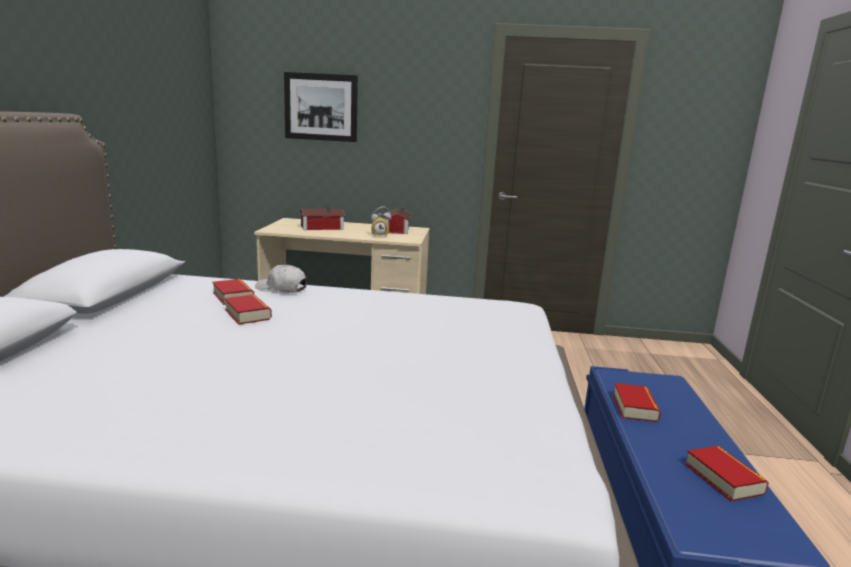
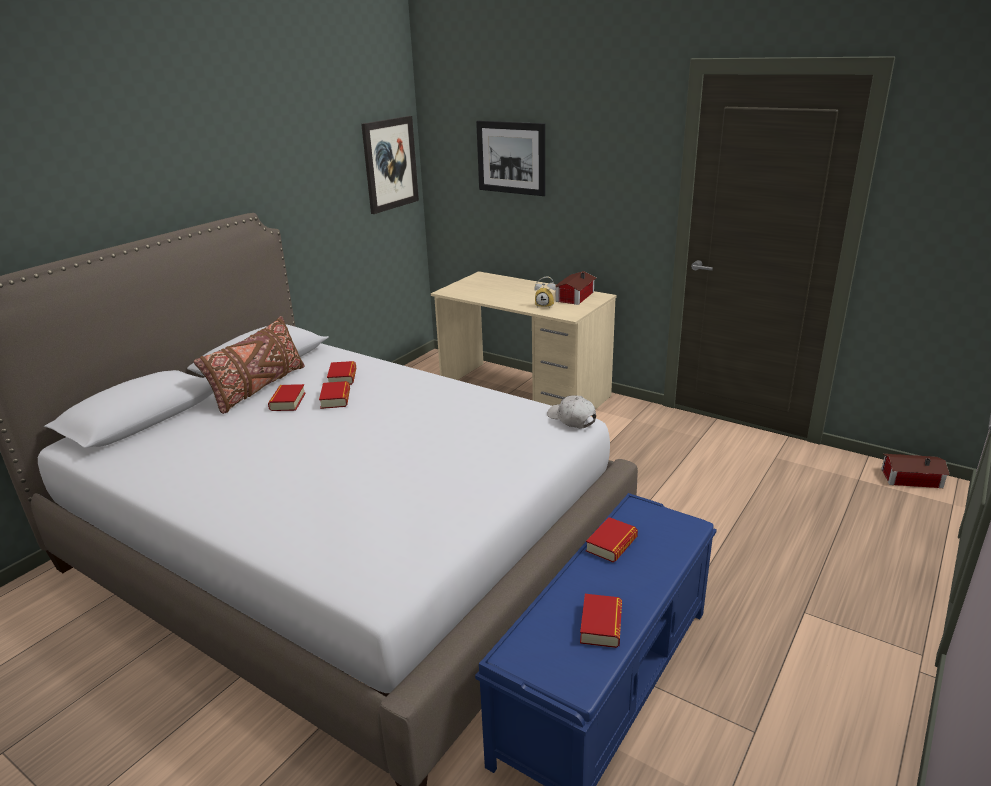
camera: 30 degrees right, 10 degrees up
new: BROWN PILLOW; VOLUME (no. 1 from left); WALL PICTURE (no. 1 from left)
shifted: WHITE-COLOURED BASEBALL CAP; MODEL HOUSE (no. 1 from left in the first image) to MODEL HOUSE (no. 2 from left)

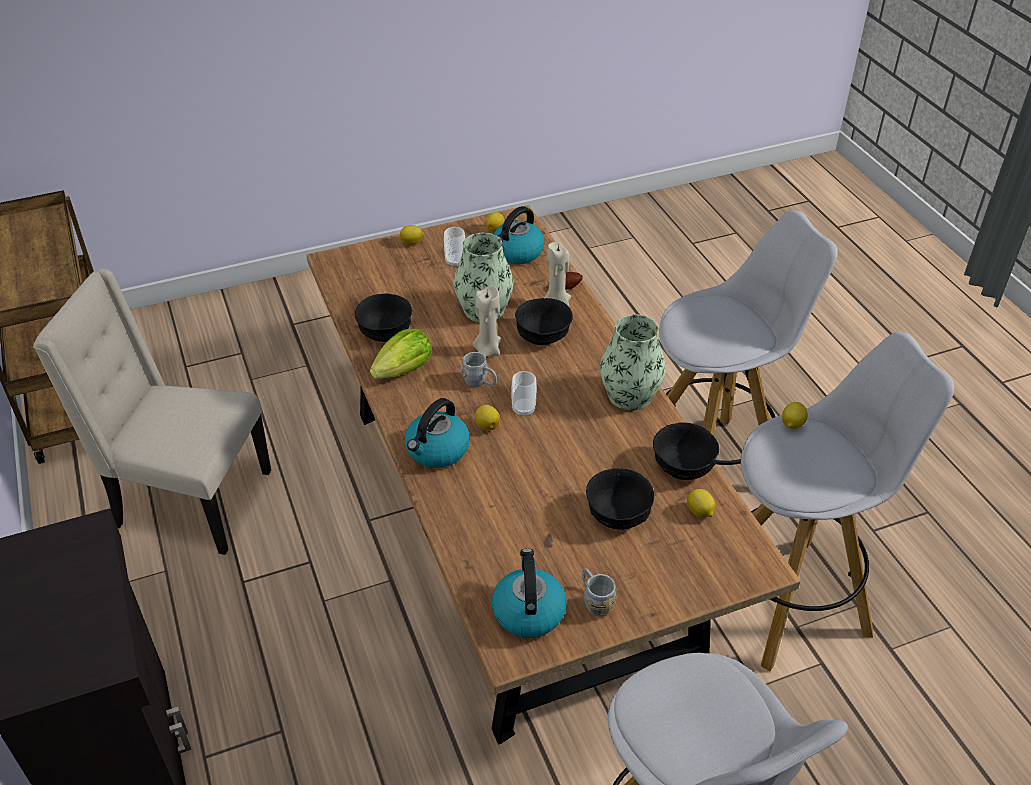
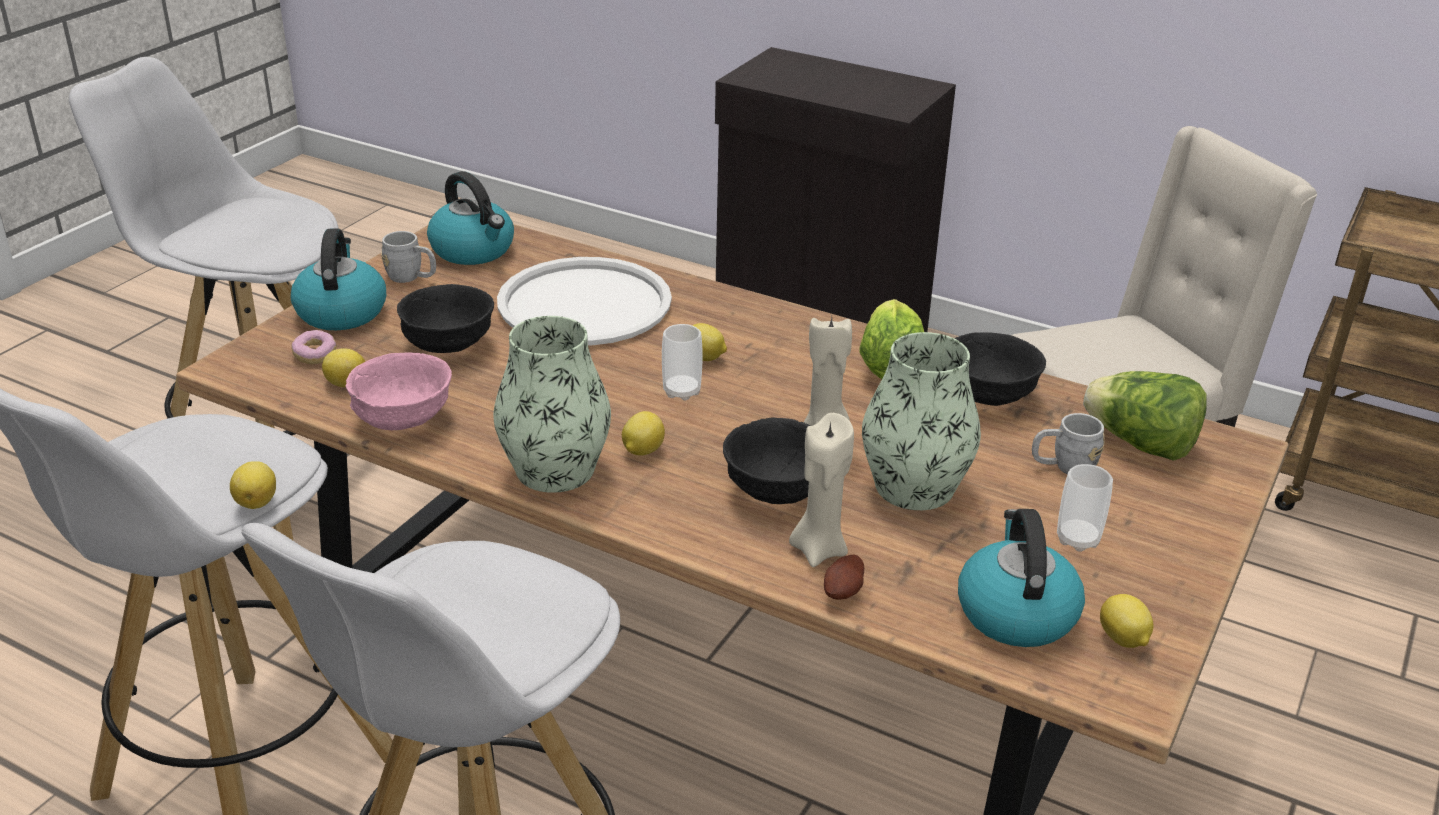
camera: 140 degrees right, 10 degrees down
new: RING DOUGHNUT; WHITE-COLOURED SERVING TRAY; HEAD OF LETTUCE (no. 2 from left)
shifted: TEA KETTLE (no. 1 from left); WHOLE LEMON (no. 1 from left in the first image) to WHOLE LEMON (no. 3 from left); GREYISH TEA MUG (no. 1 from left in the first image) to GREYISH TEA MUG (no. 2 from left)
repainted: BLACK-COLOURED SERVING BOWL (no. 4 from left) to PINK-COLOURED SERVING BOWL

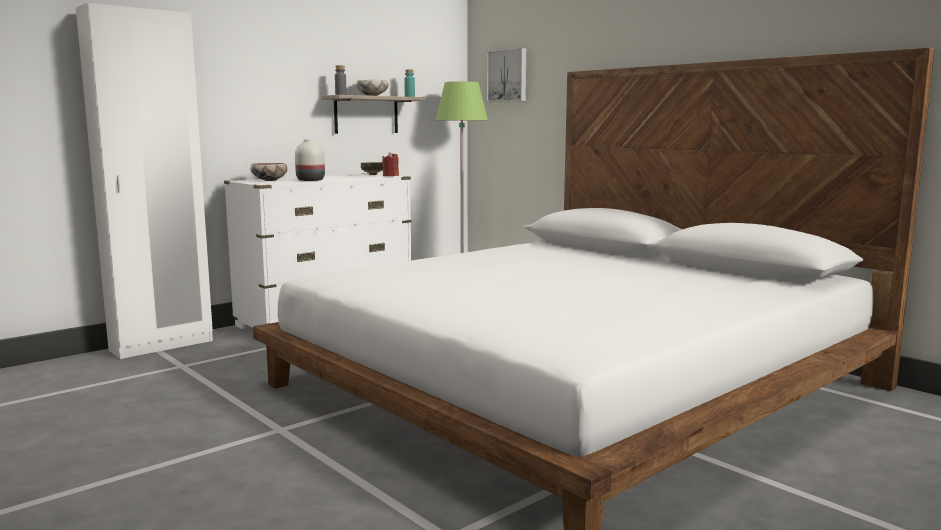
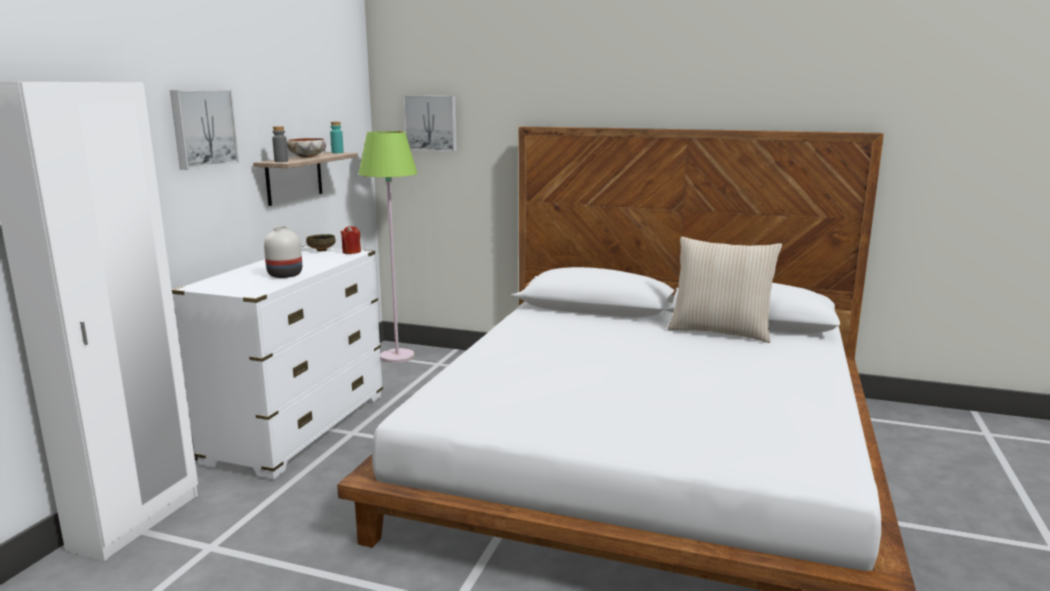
camera: 30 degrees left, 5 degrees up
gone: SERVING BOWL (no. 1 from left)
new: WALL PICTURE (no. 1 from left); SAND-COLOURED PILLOW

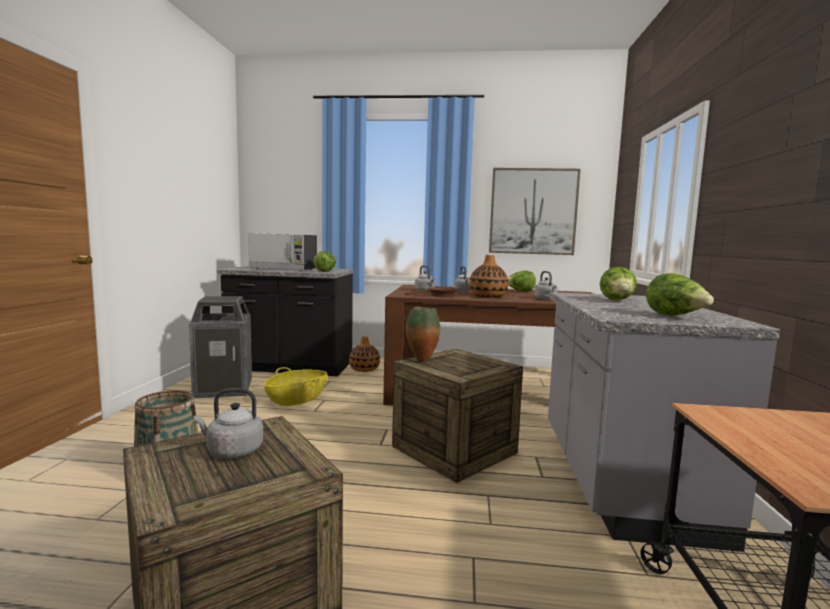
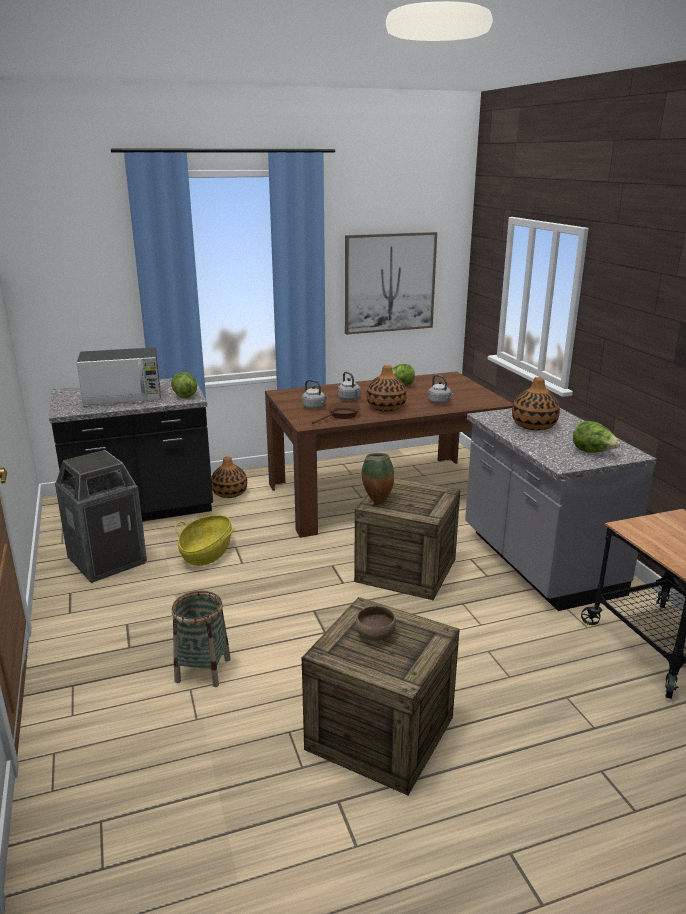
camera: 25 degrees left, 15 degrees up
swapped: GREYISH TEA KETTLE (no. 1 from left) to BROWN SERVING BOWL; HEAD OF LETTUCE (no. 3 from left) to FLOWER VASE (no. 4 from left)

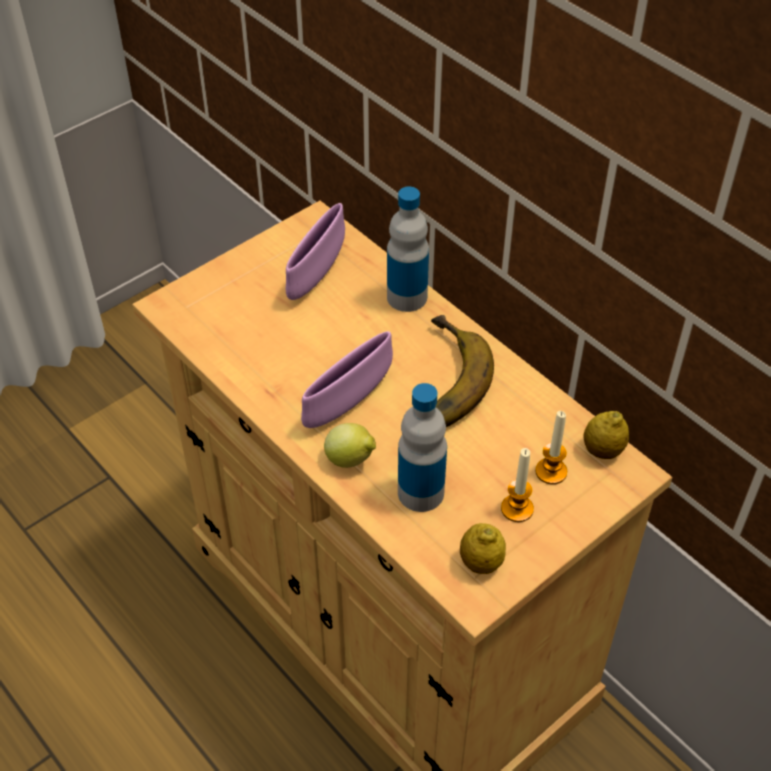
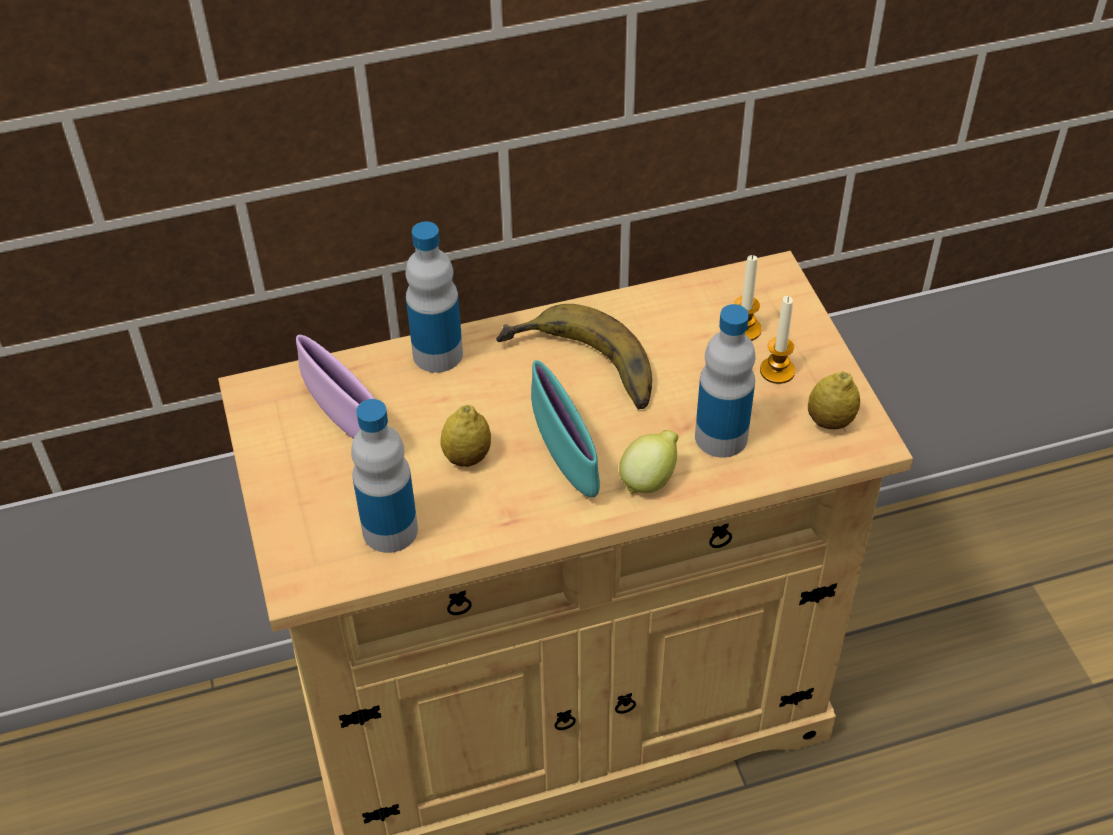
camera: 65 degrees left, 0 degrees up
new: BOTTLE (no. 1 from left)
shifted: WHOLE LEMON (no. 3 from left in the first image) to WHOLE LEMON (no. 1 from left)
repainted: PURPLE SERVING BOWL (no. 2 from left) to BLUE-GREEN SERVING BOWL

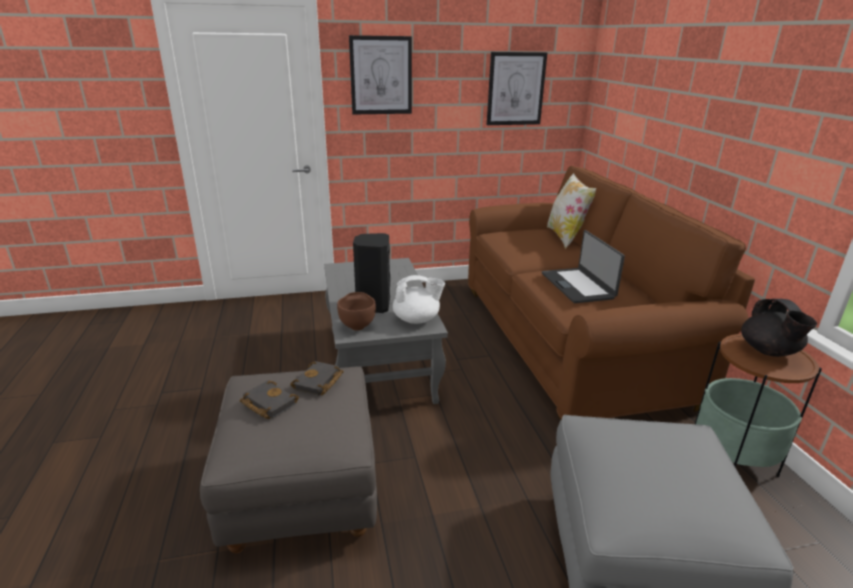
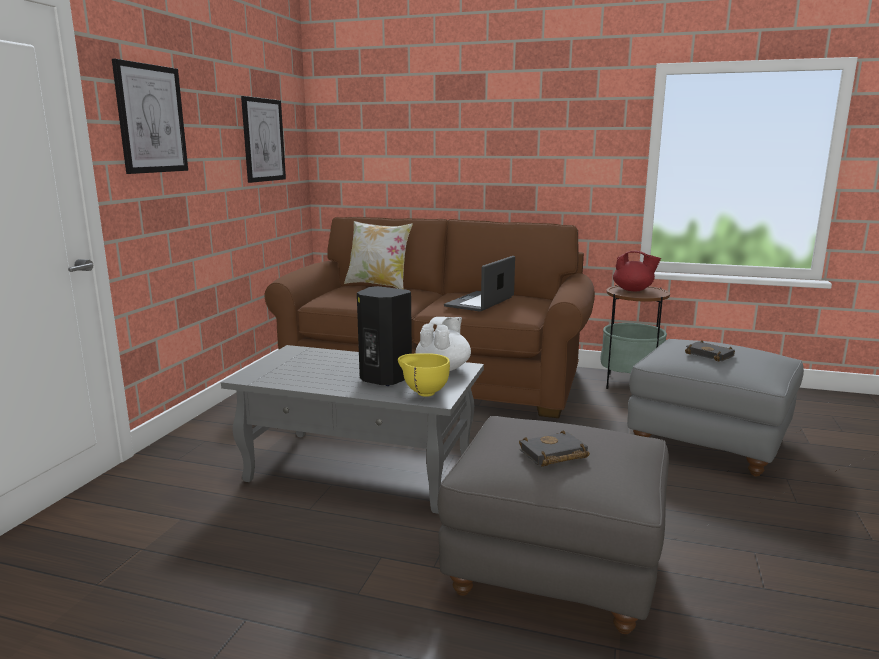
camera: 60 degrees left, 10 degrees down
shifted: BLACK-COLOURED VOLUME (no. 2 from left)
repainted: BROWN SERVING BOWL to YELLOWISH SERVING BOWL; BLACK-COLOURED TEA POT to REDDISH TEA POT
rotated: NOTEBOOK COMPUTER 105 degrees clockwise

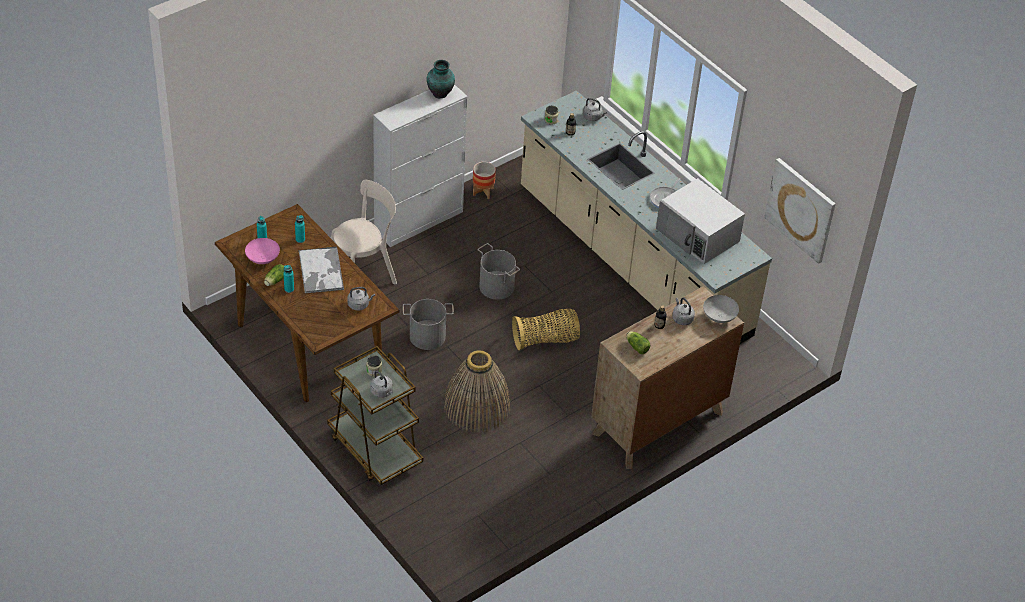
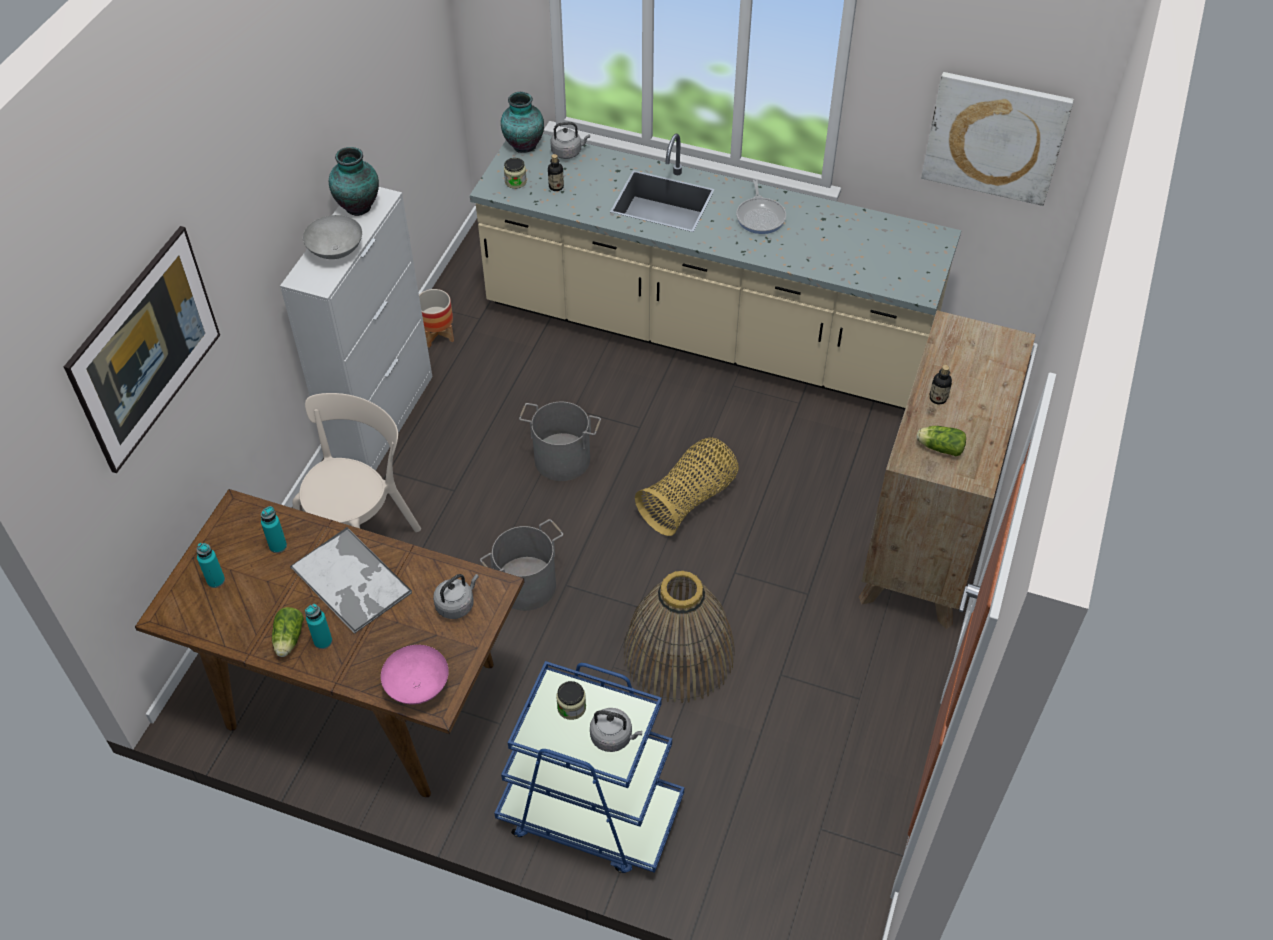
camera: 30 degrees left, 5 degrees up
gone: WHITE-COLOURED MICROWAVE OVEN; GREYISH TEA KETTLE (no. 4 from left)
new: WALL PICTURE (no. 1 from left); FLOWER VASE (no. 2 from left)
shifted: GREYISH SERVING BOWL; PINK-COLOURED SERVING BOWL
repainted: BROWN CART to BLUE CART

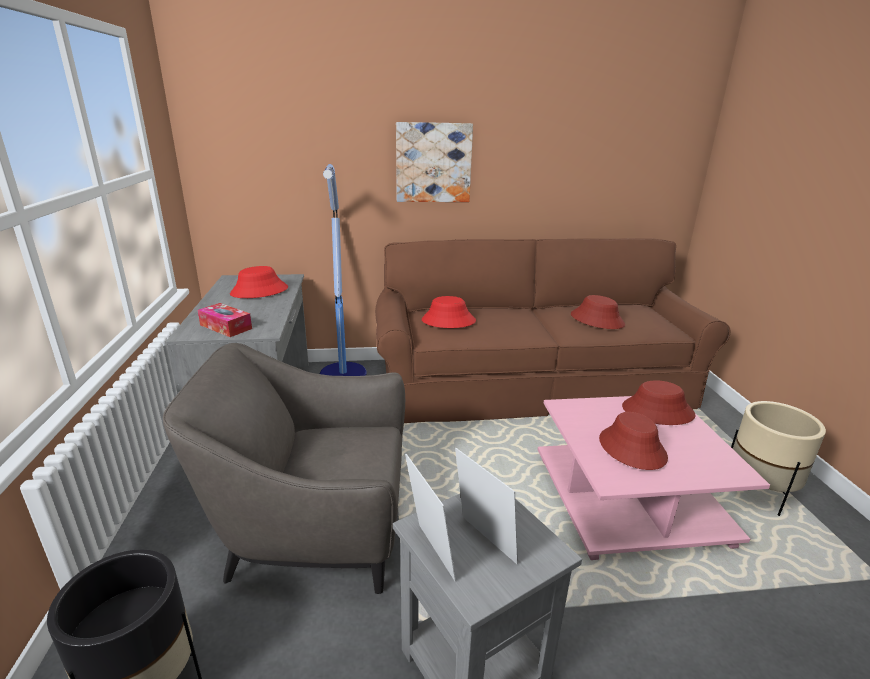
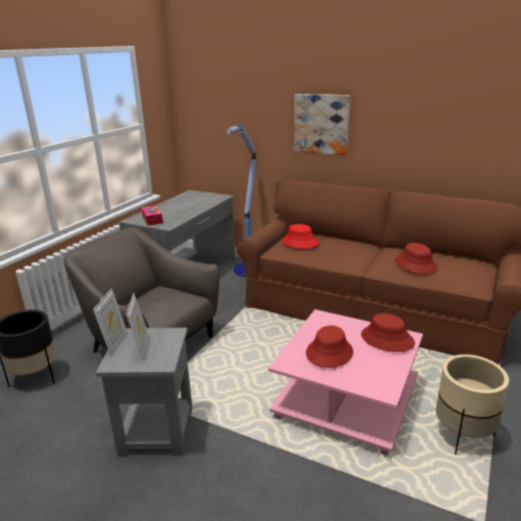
camera: 35 degrees right, 0 degrees up
gone: REDDISH HAT (no. 1 from left)

